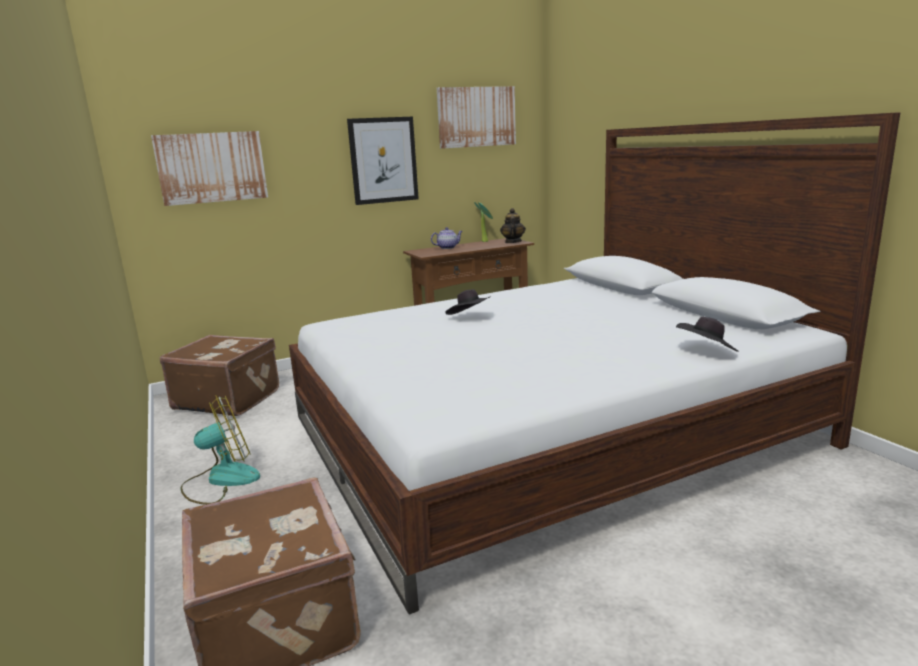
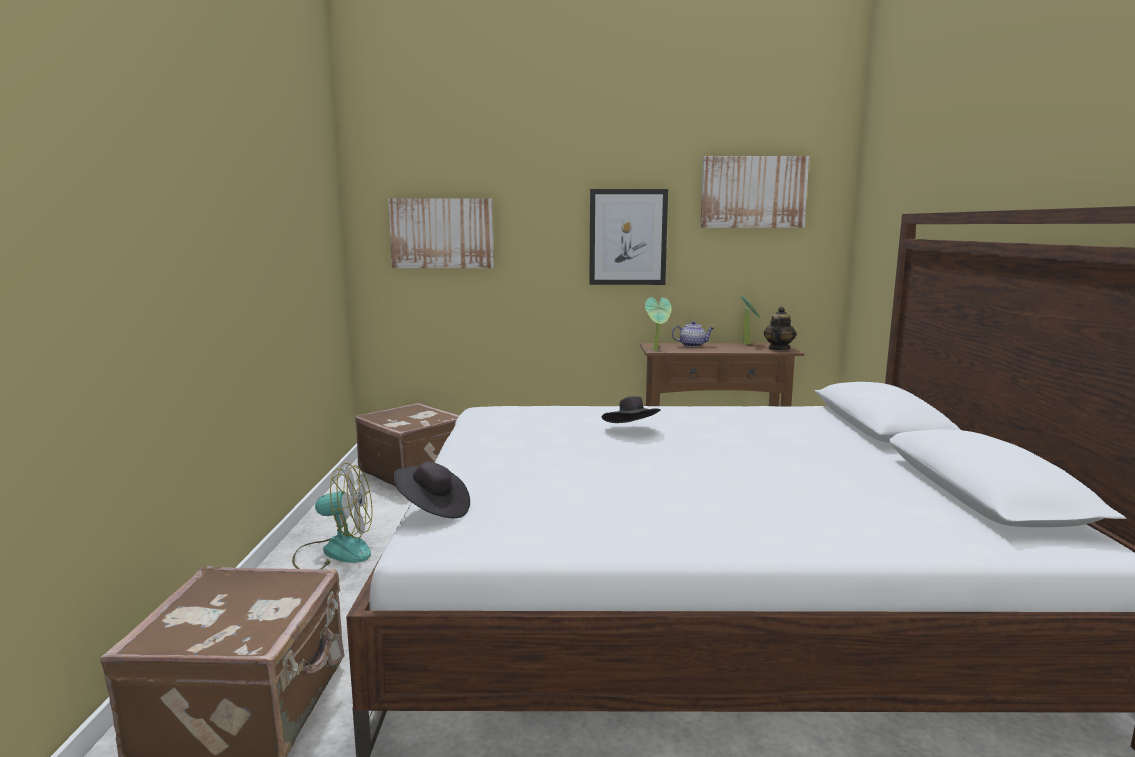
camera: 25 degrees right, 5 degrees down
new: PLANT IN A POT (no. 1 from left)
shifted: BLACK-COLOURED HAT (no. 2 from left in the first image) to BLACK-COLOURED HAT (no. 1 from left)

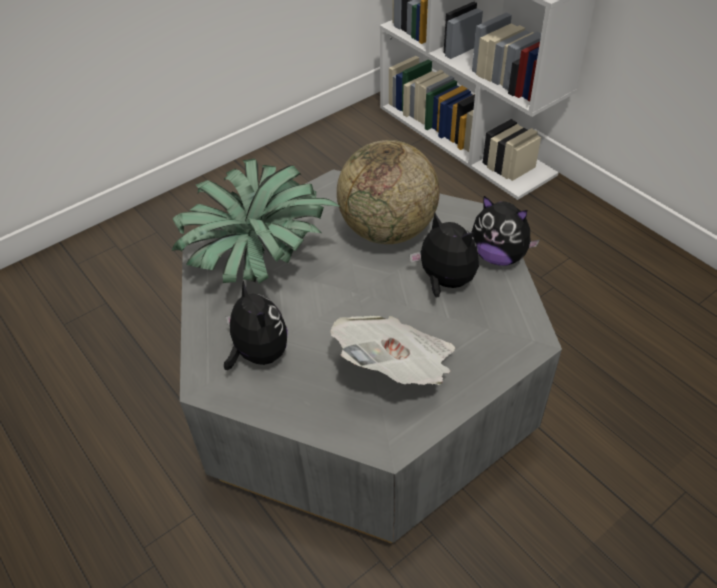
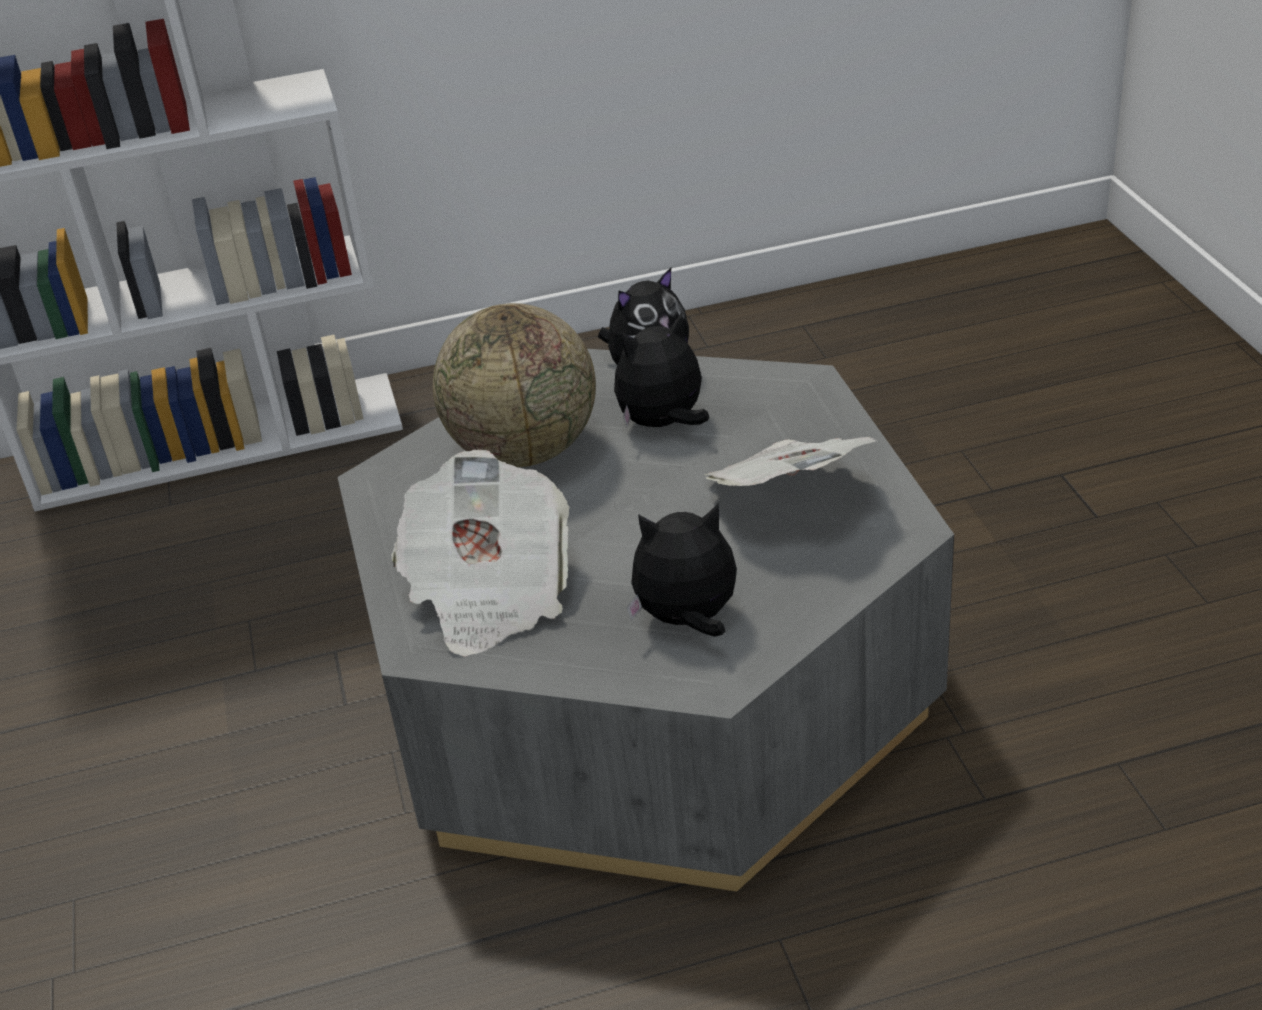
camera: 65 degrees left, 10 degrees down
swapped: PLANT IN A POT to PRINTED PAPER (no. 1 from left)

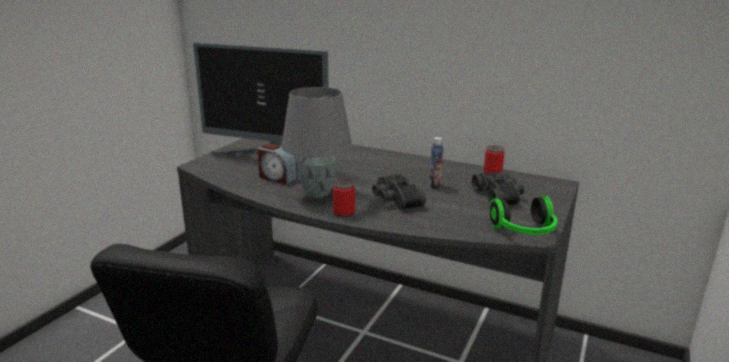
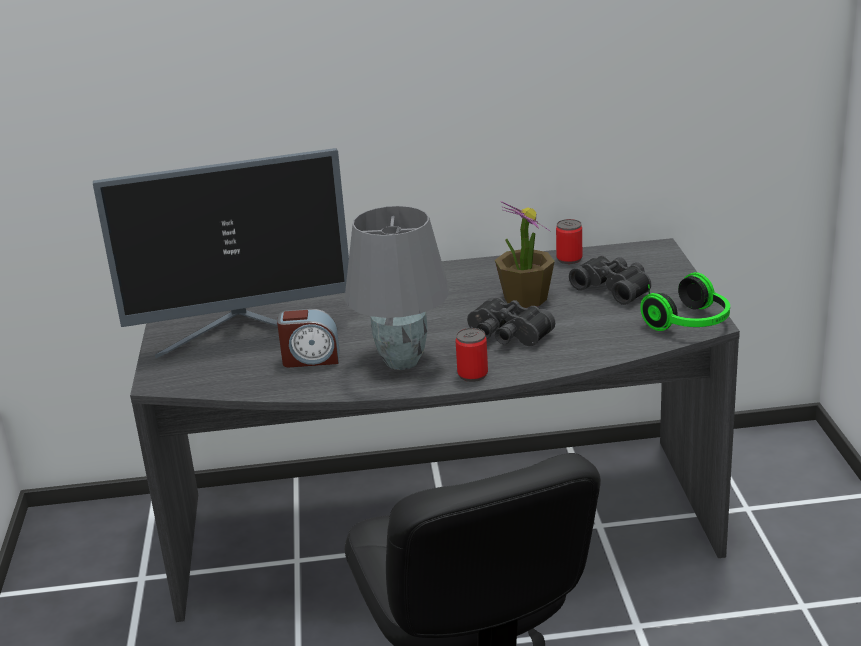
camera: 30 degrees left, 5 degrees up
swapped: BOTTLE to PLANT IN A POT

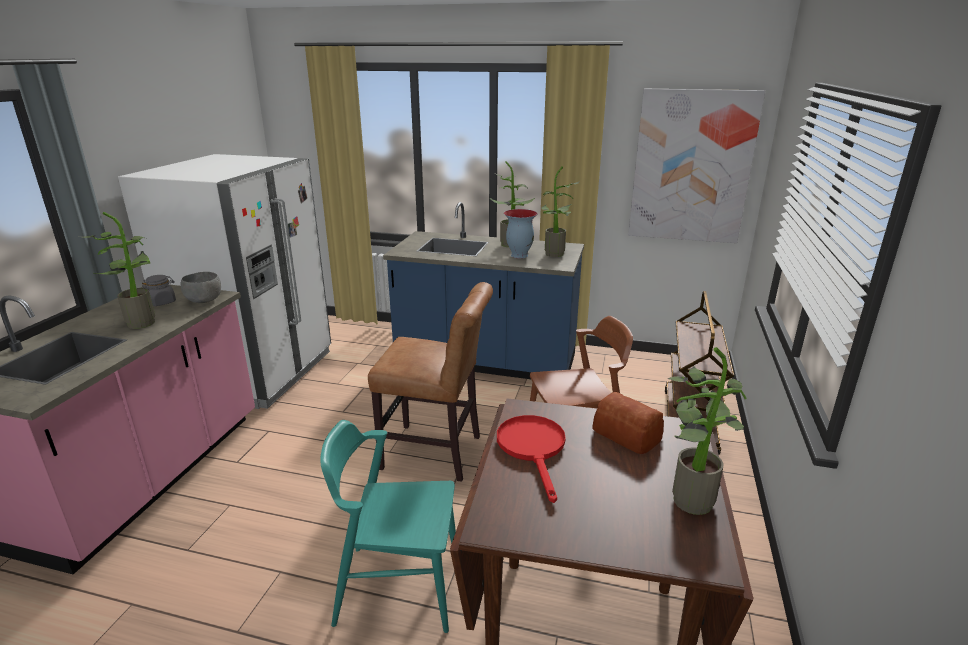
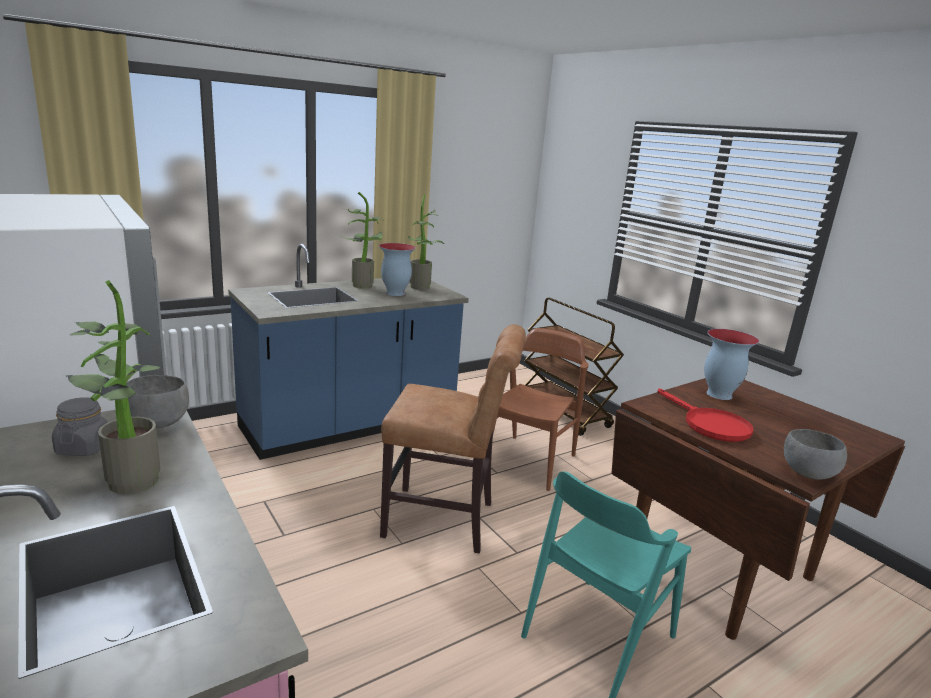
camera: 50 degrees left, 5 degrees down
gone: WALL PICTURE; PLANT IN A POT (no. 4 from left)
new: GREYISH SERVING BOWL (no. 2 from left)
swapped: BAKED BREAD to FLOWER VASE (no. 2 from left)
rotated: BROWN PLAIN CHAIR (no. 1 from left) 45 degrees clockwise; REDDISH SKILLET 150 degrees counterclockwise

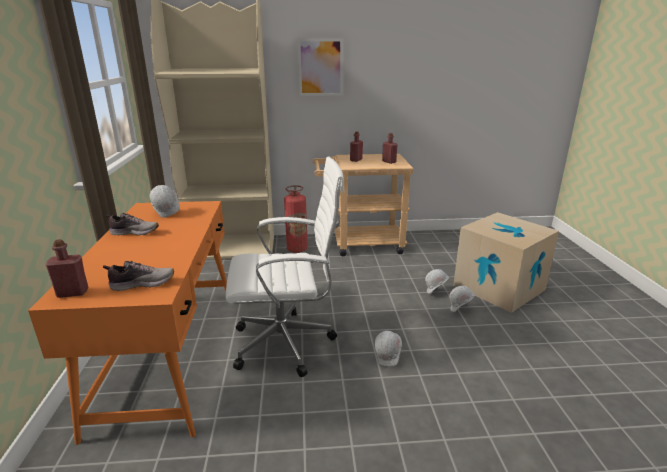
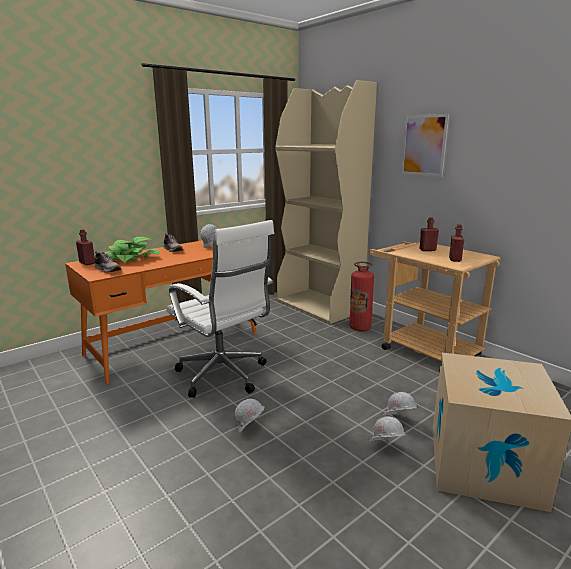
camera: 55 degrees right, 5 degrees down
new: PLANT IN A POT

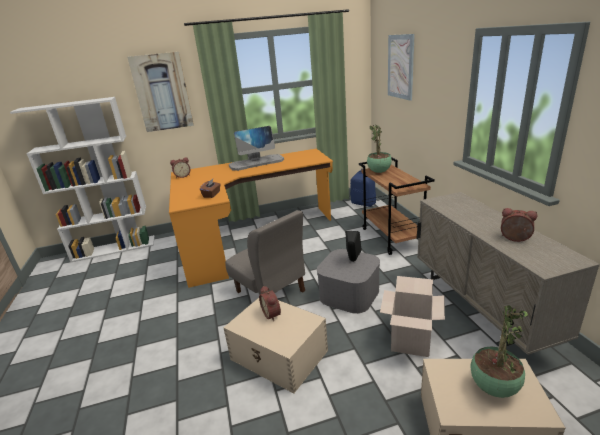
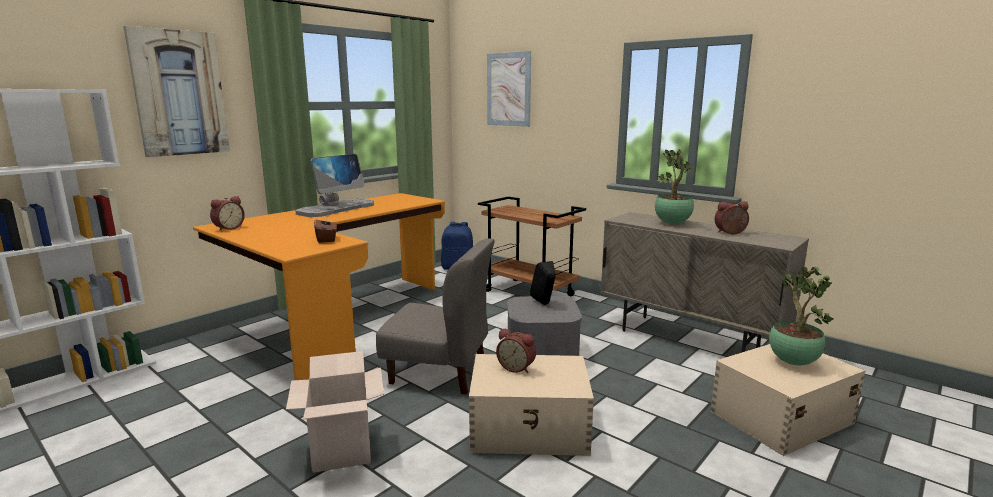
camera: 35 degrees left, 10 degrees down
shifted: CARTON; PLANT IN A POT (no. 1 from left)

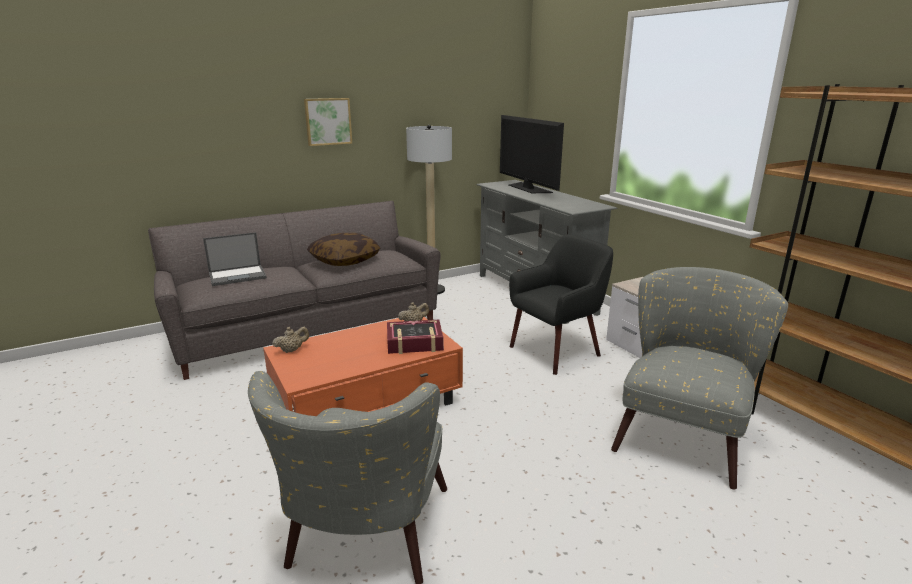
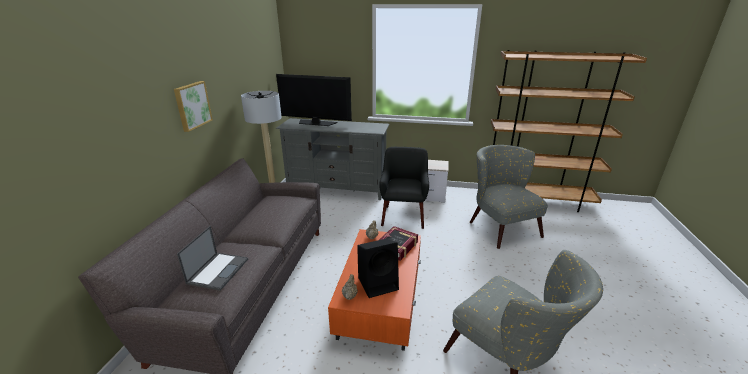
camera: 50 degrees left, 5 degrees up
gone: PILLOW
new: BLACK-COLOURED AUDIO SPEAKER

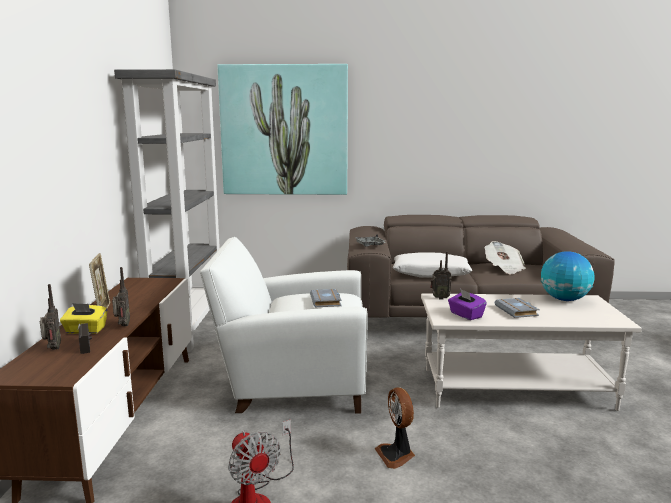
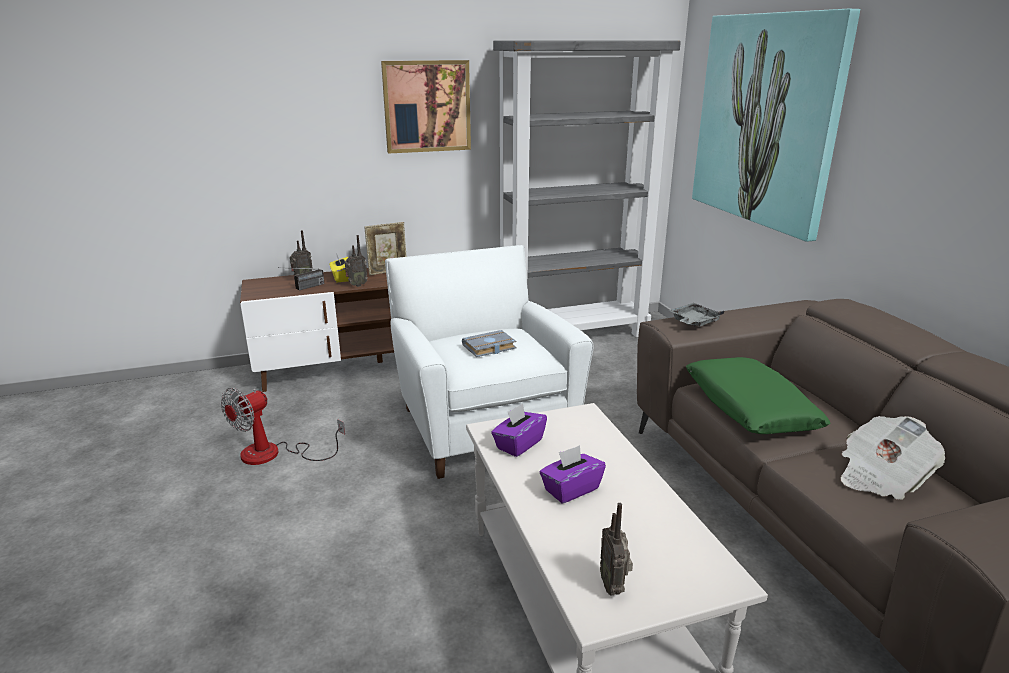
camera: 70 degrees right, 10 degrees up
gone: FAN (no. 2 from left); DESK GLOBE
new: WALL PICTURE (no. 1 from left)
shifted: RADIO SET (no. 4 from left)
swapped: GREYISH VOLUME (no. 2 from left) to PURPLE TISSUE BOX (no. 2 from left)
repainted: WHITE-COLOURED PILLOW to GREEN-COLOURED PILLOW

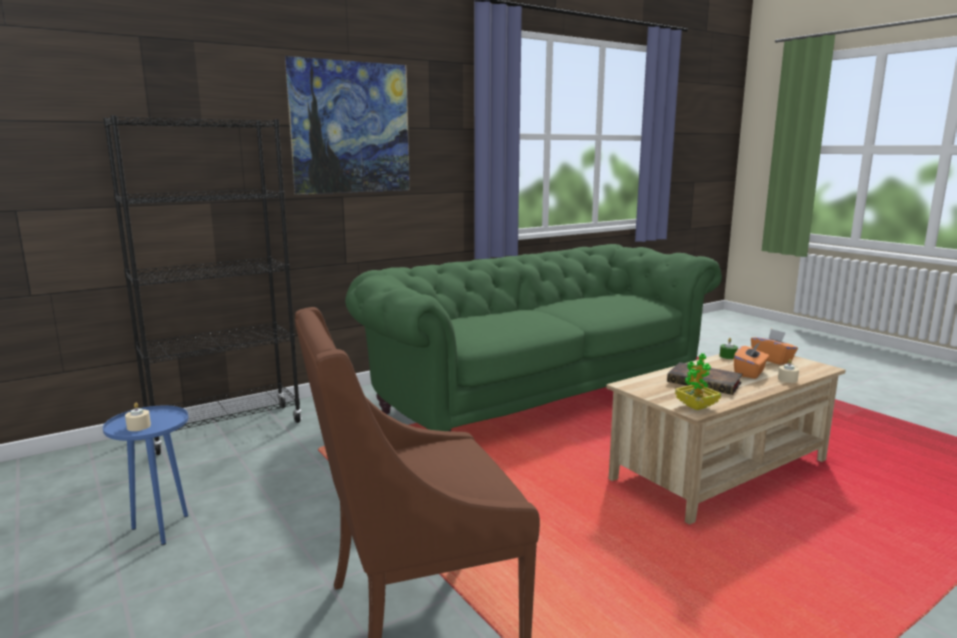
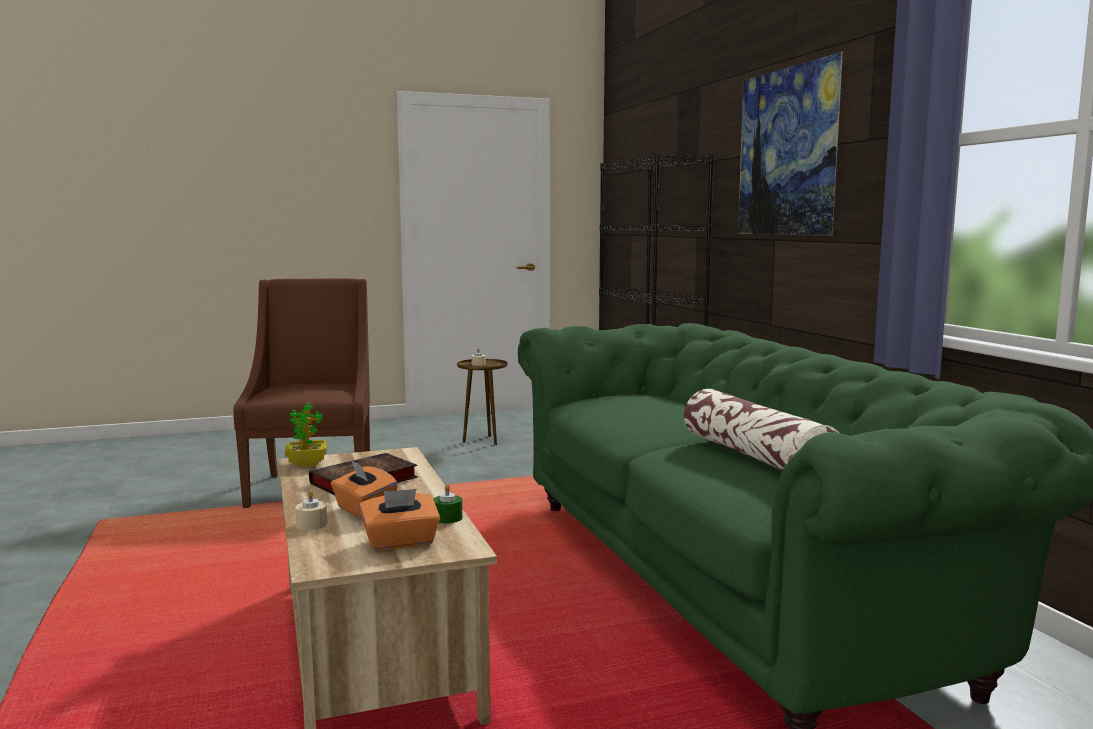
camera: 105 degrees right, 5 degrees down
new: PILLOW
repainted: BLUE END TABLE to BROWN END TABLE

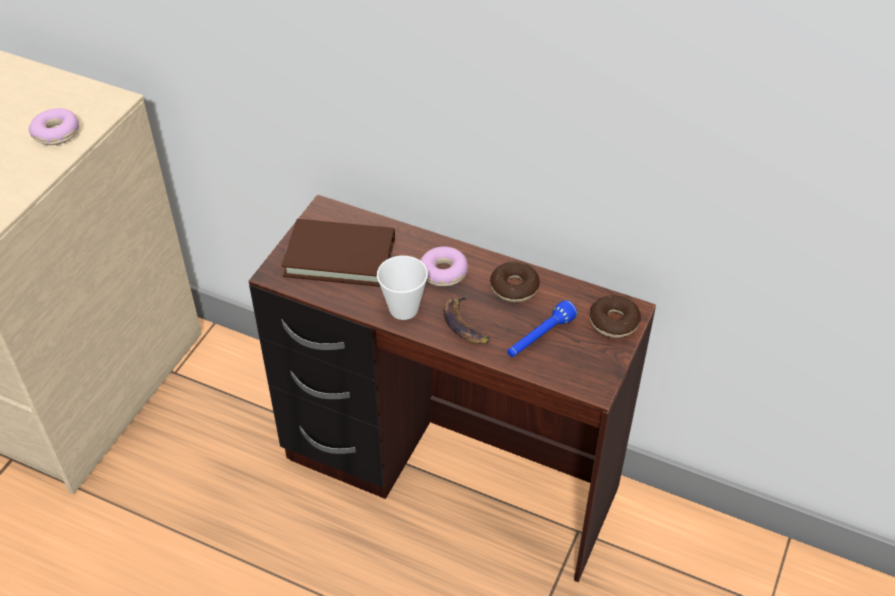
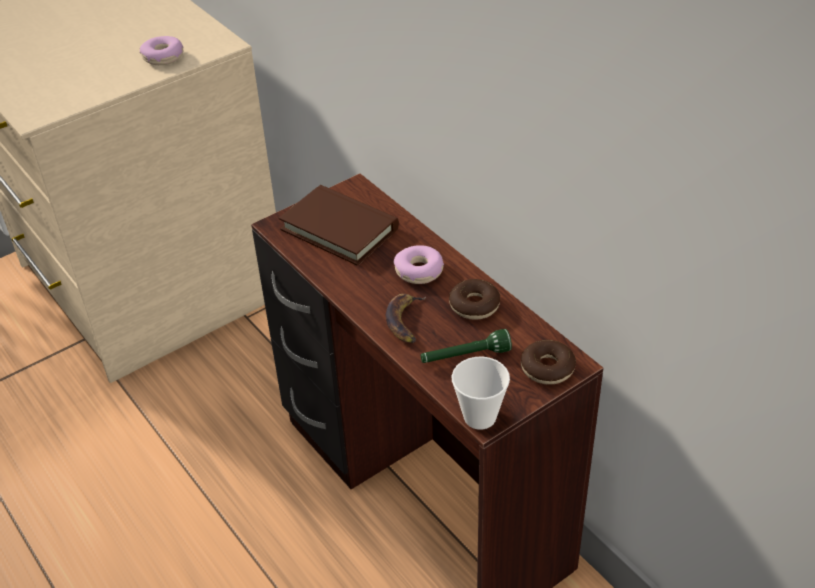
camera: 30 degrees right, 5 degrees down
shifted: CUP
repainted: BLUE TORCH to GREEN-COLOURED TORCH

